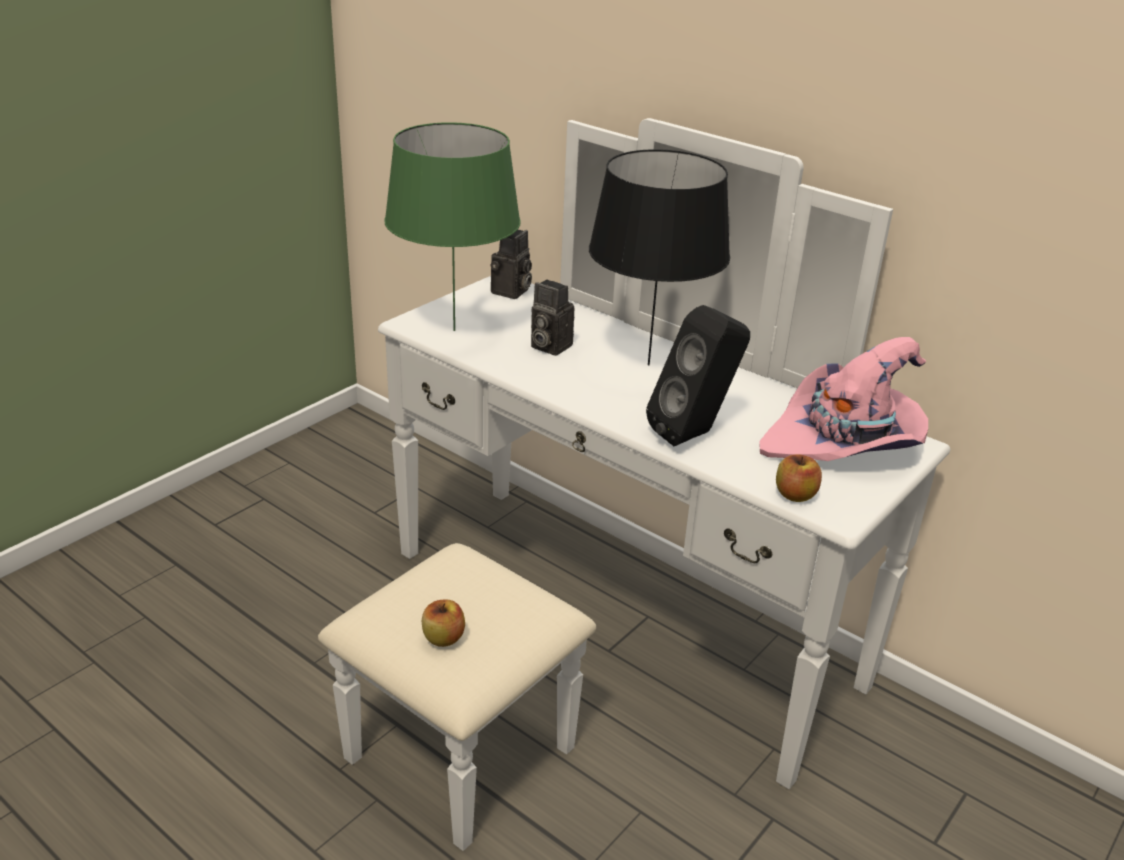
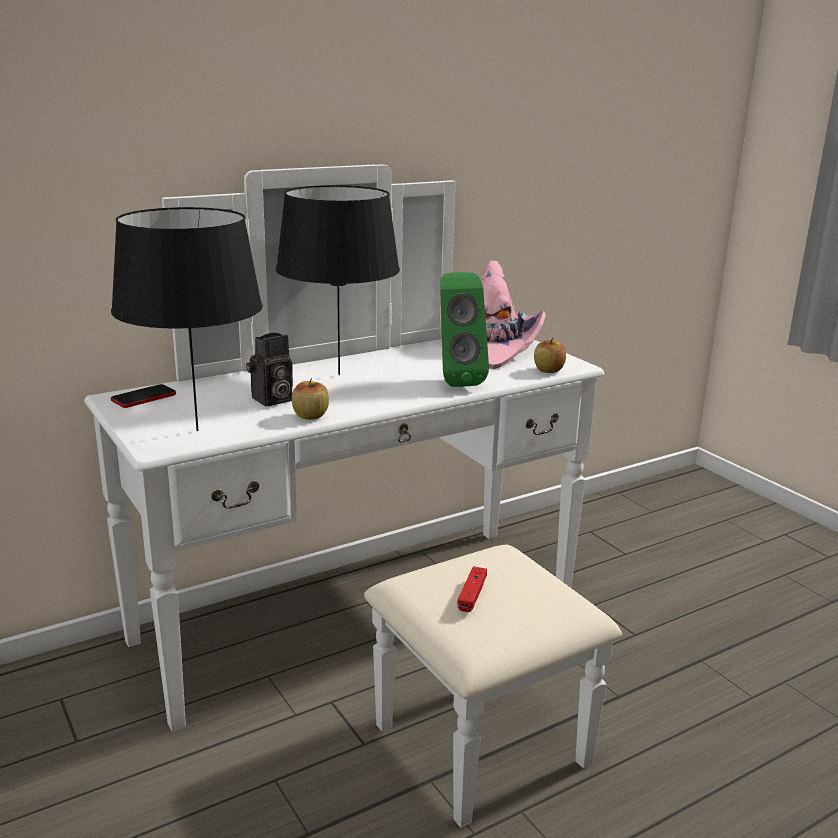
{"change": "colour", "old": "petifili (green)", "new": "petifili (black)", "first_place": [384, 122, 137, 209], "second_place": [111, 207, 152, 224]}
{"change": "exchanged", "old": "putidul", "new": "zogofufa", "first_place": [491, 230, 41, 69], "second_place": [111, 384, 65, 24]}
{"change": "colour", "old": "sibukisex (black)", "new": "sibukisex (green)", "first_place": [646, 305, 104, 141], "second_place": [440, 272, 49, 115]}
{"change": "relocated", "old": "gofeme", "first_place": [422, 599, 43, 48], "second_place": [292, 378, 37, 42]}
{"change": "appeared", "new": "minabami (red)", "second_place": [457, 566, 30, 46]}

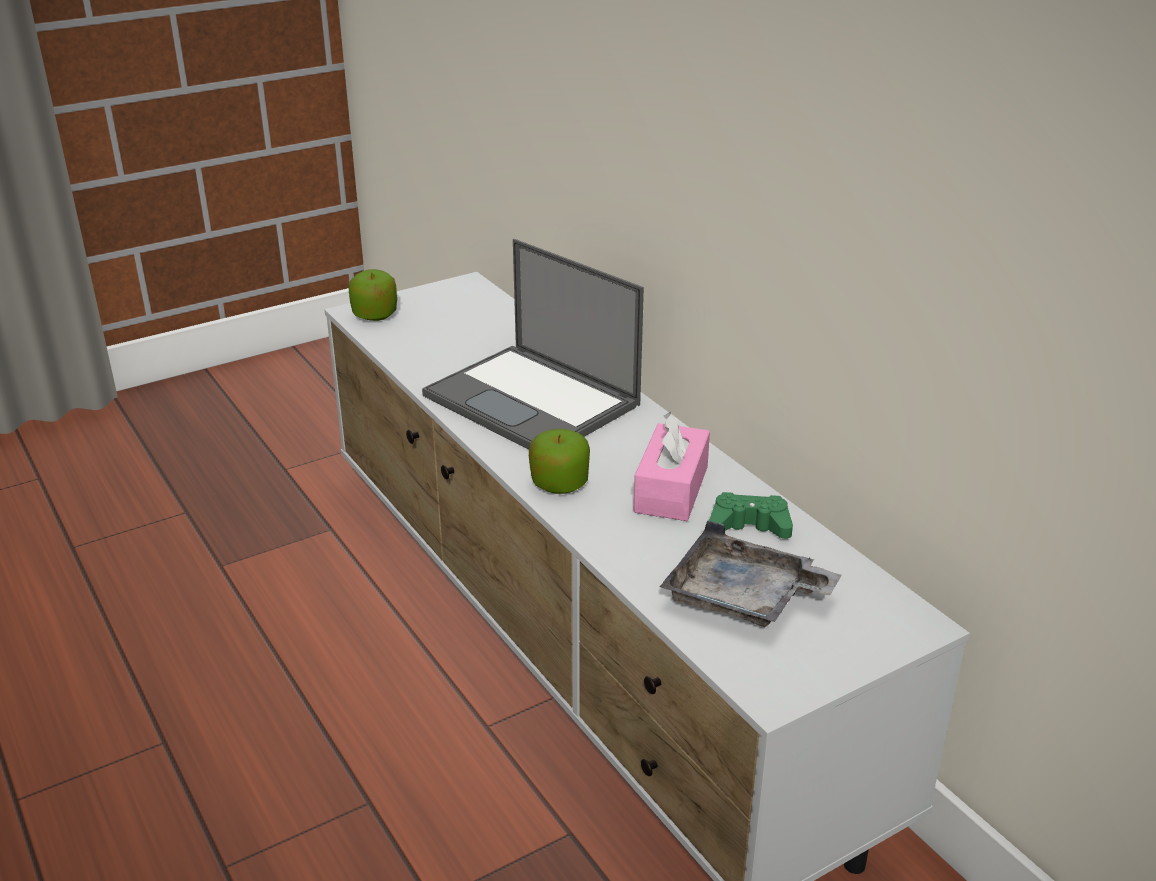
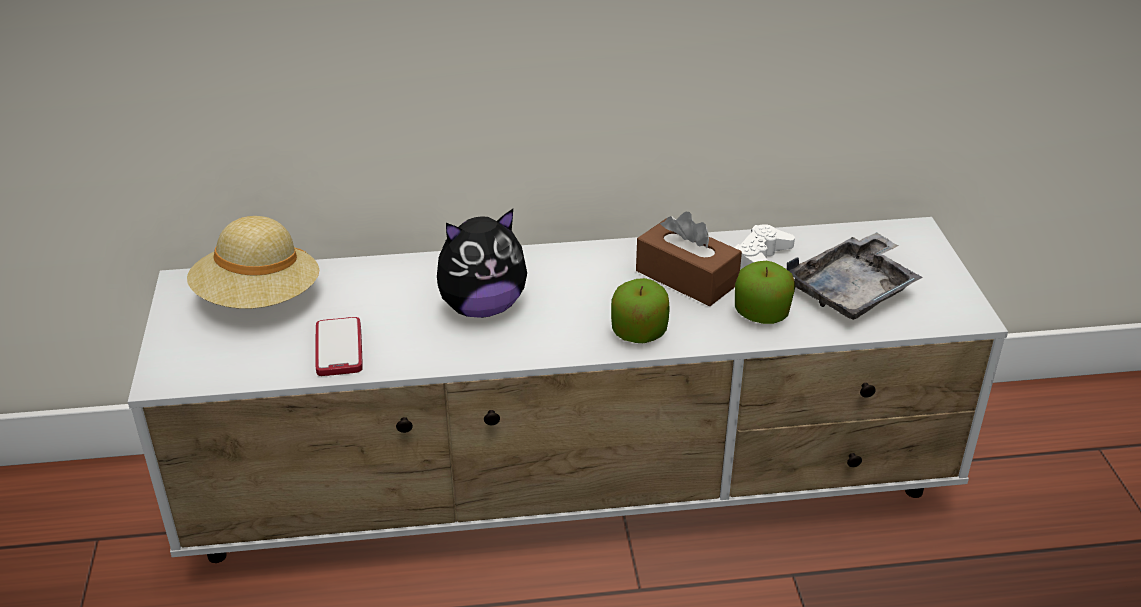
{"change": "exchanged", "old": "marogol", "new": "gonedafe", "first_place": [422, 239, 222, 211], "second_place": [437, 209, 90, 109]}
{"change": "relocated", "old": "gofeme", "first_place": [349, 269, 48, 52], "second_place": [735, 261, 60, 63]}
{"change": "colour", "old": "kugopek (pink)", "new": "kugopek (brown)", "first_place": [633, 412, 77, 109], "second_place": [636, 212, 106, 94]}
{"change": "colour", "old": "minabami (green)", "new": "minabami (white)", "first_place": [710, 492, 83, 47], "second_place": [735, 224, 60, 46]}
{"change": "appeared", "new": "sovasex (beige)", "second_place": [187, 216, 132, 93]}
{"change": "appeared", "new": "zogofufa", "second_place": [315, 317, 48, 59]}

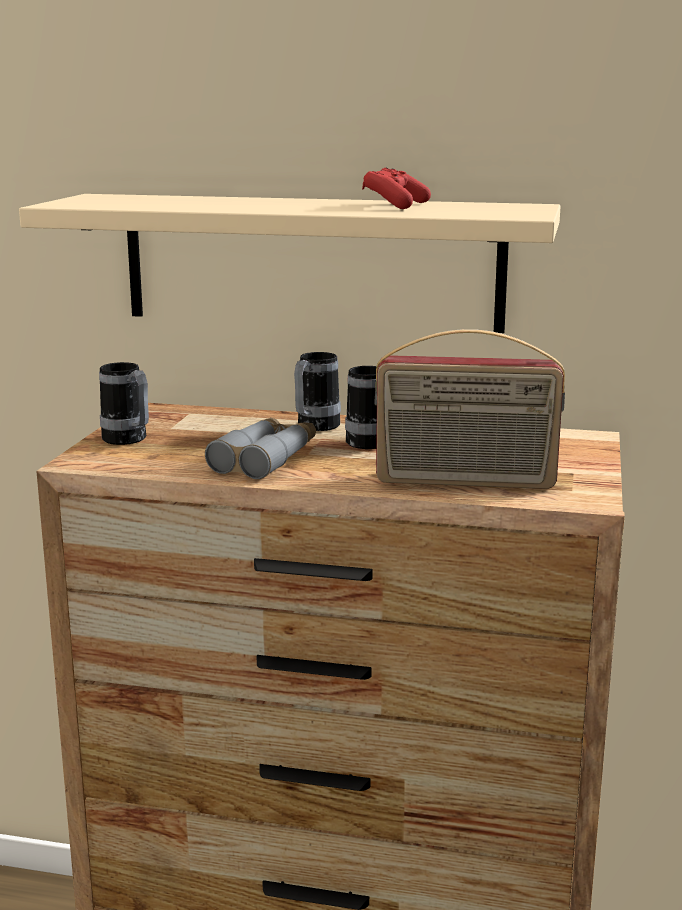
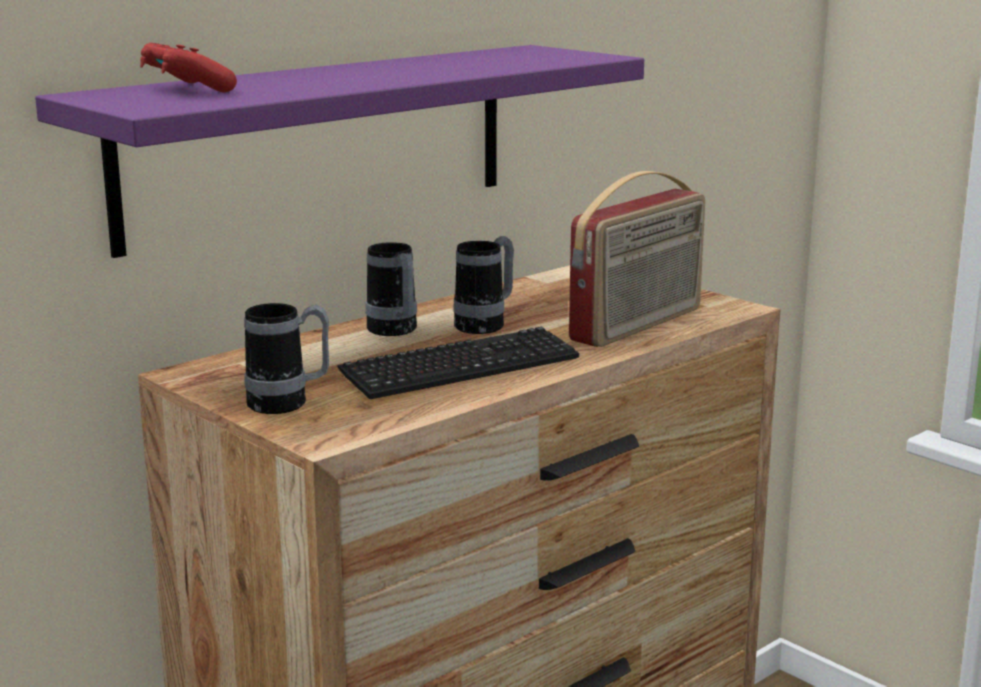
{"change": "relocated", "old": "minabami (red)", "first_place": [362, 168, 69, 41], "second_place": [140, 43, 97, 49]}
{"change": "colour", "old": "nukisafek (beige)", "new": "nukisafek (purple)", "first_place": [19, 194, 542, 139], "second_place": [35, 45, 609, 213]}
{"change": "exchanged", "old": "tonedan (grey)", "new": "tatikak", "first_place": [205, 418, 111, 62], "second_place": [337, 327, 242, 72]}

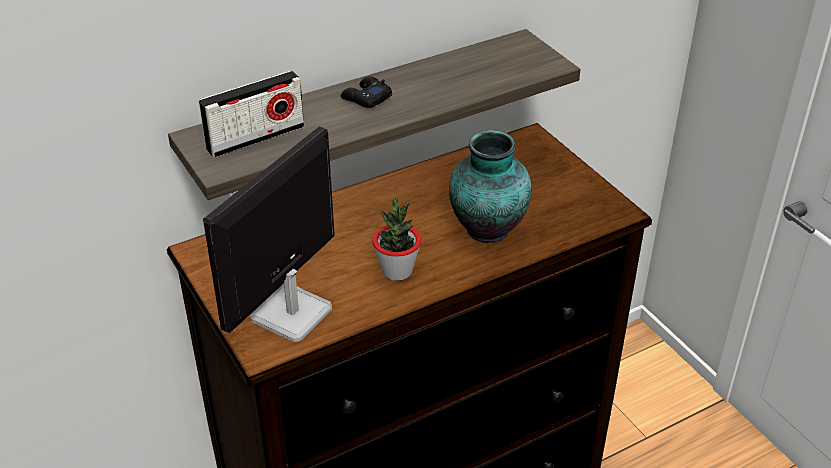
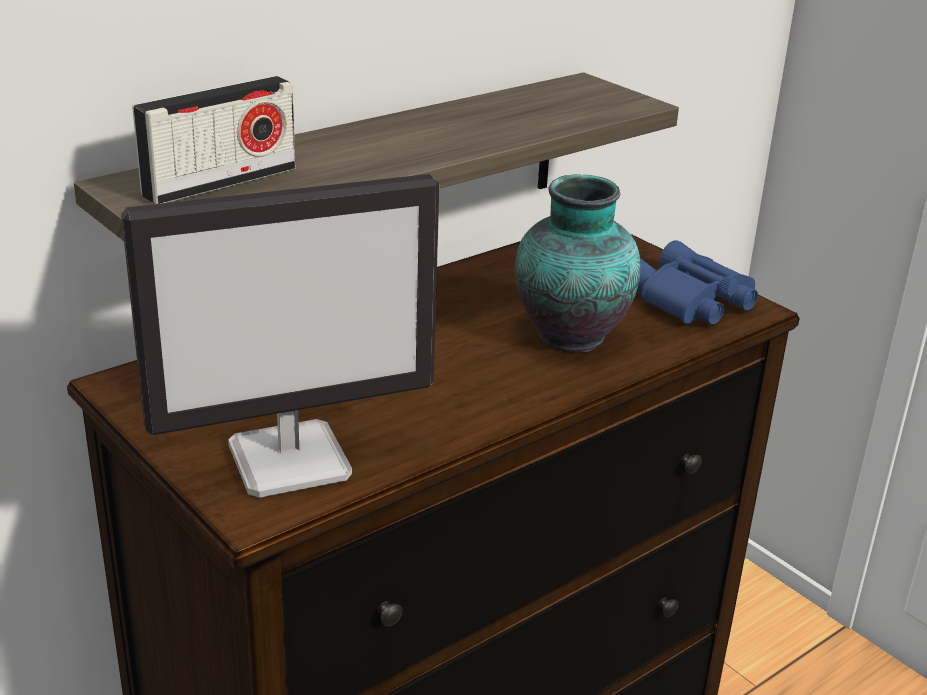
{"change": "missing", "old": "minabami (black)", "first_place": [341, 76, 51, 32]}
{"change": "spun", "old": "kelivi", "first_place": [203, 126, 132, 216], "second_place": [121, 174, 319, 324], "degrees": -135}
{"change": "missing", "old": "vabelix", "first_place": [372, 198, 50, 83]}
{"change": "appeared", "new": "tonedan (blue)", "second_place": [636, 240, 122, 84]}

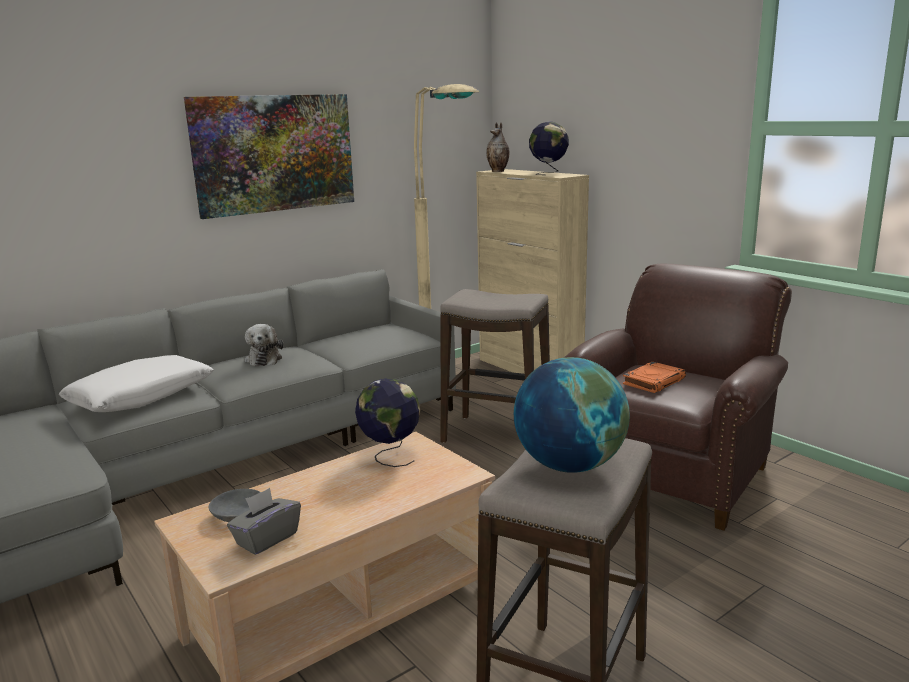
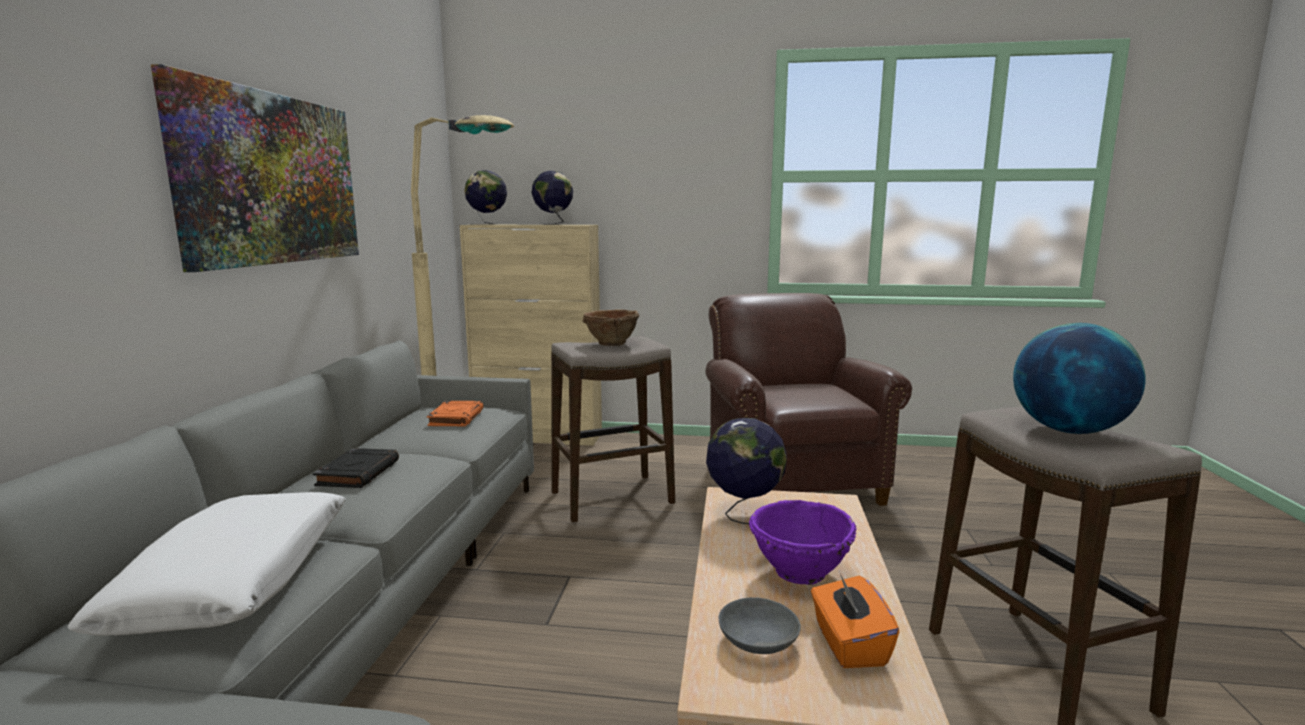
{"change": "exchanged", "old": "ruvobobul", "new": "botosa", "first_place": [486, 122, 23, 50], "second_place": [464, 170, 43, 55]}
{"change": "exchanged", "old": "gonedafe", "new": "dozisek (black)", "first_place": [245, 324, 38, 42], "second_place": [313, 448, 86, 40]}
{"change": "relocated", "old": "dozisek (orange)", "first_place": [623, 361, 63, 32], "second_place": [427, 401, 57, 25]}
{"change": "colour", "old": "kugopek (grey)", "new": "kugopek (orange)", "first_place": [227, 488, 74, 67], "second_place": [811, 571, 88, 97]}
{"change": "appeared", "new": "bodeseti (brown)", "second_place": [582, 310, 57, 36]}
{"change": "appeared", "new": "bodeseti (purple)", "second_place": [749, 500, 108, 85]}

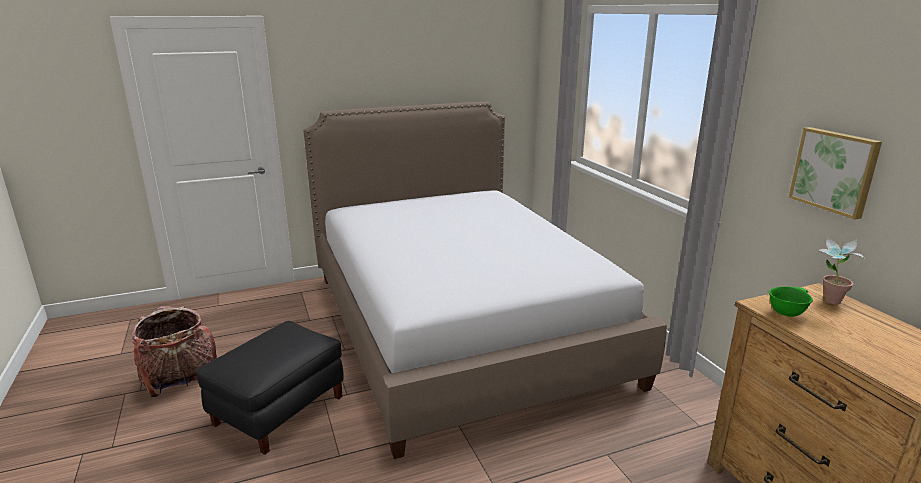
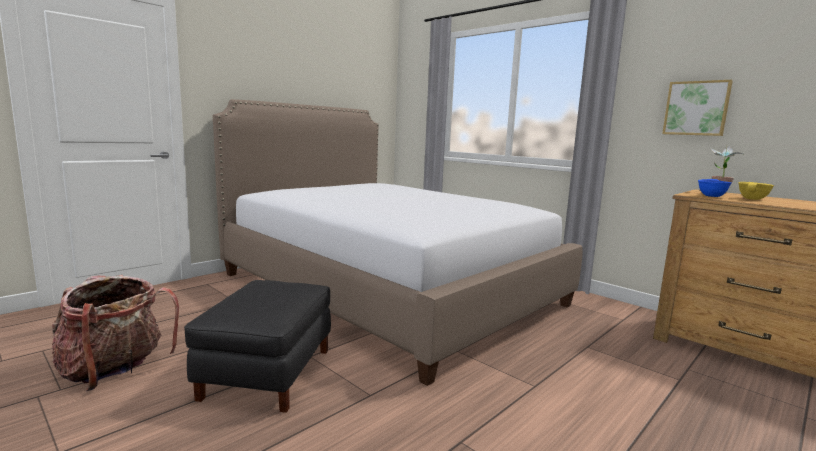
{"change": "colour", "old": "bodeseti (green)", "new": "bodeseti (blue)", "first_place": [769, 287, 44, 30], "second_place": [698, 179, 34, 18]}
{"change": "appeared", "new": "bodeseti (yellow)", "second_place": [738, 182, 36, 18]}

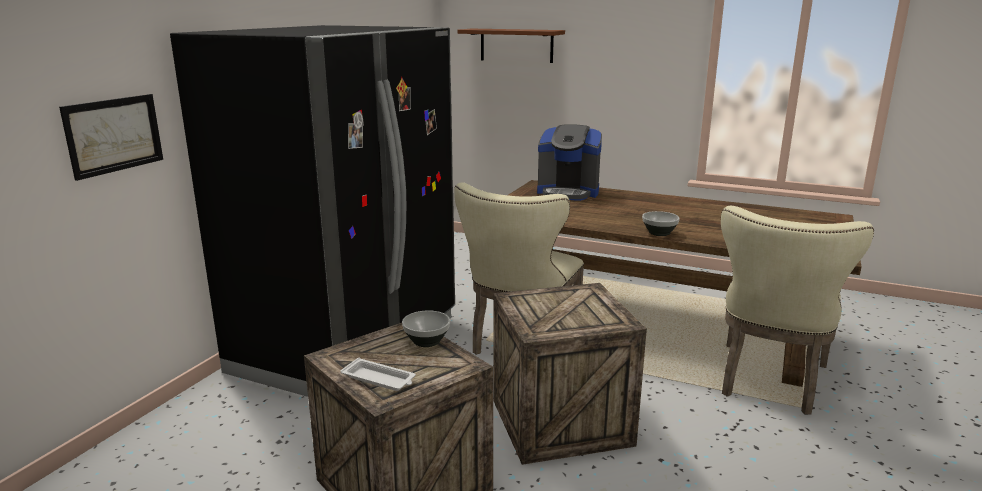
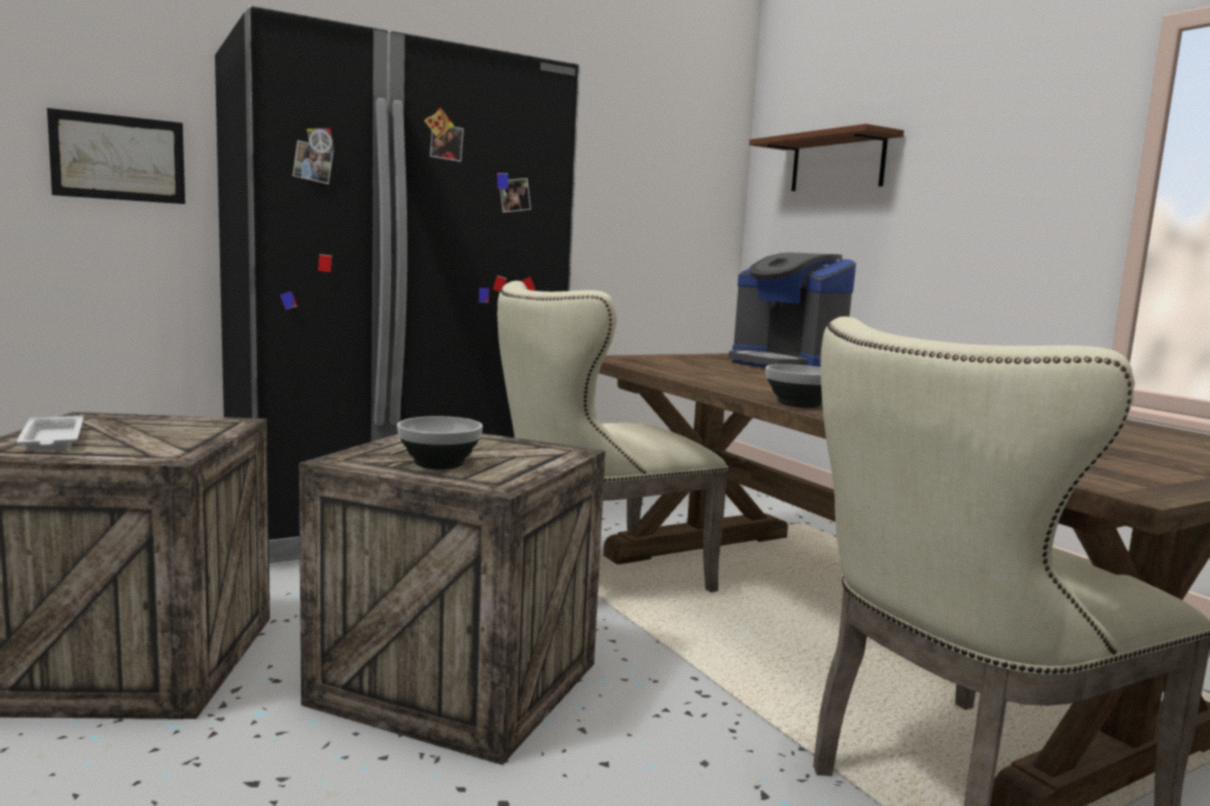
{"change": "relocated", "old": "bodeseti", "first_place": [402, 310, 48, 37], "second_place": [397, 416, 86, 53]}

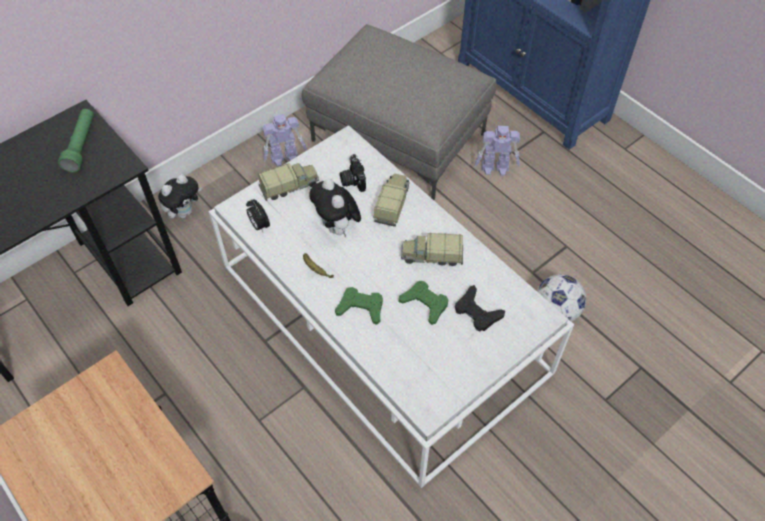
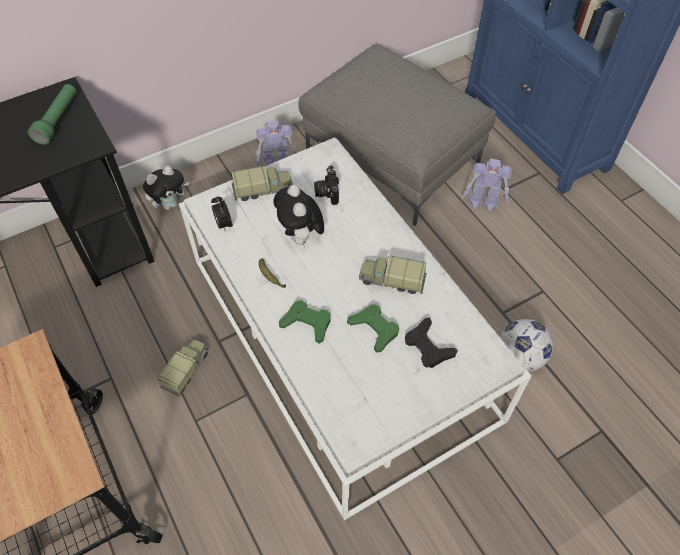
{"change": "relocated", "old": "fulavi", "first_place": [374, 174, 36, 53], "second_place": [157, 340, 51, 57]}

